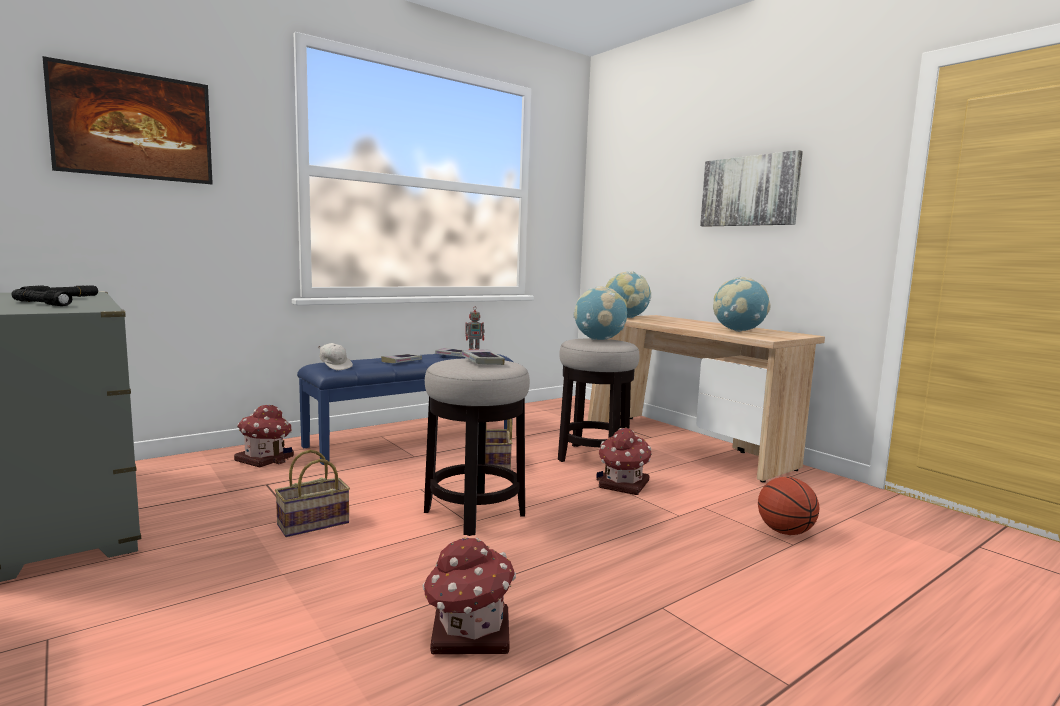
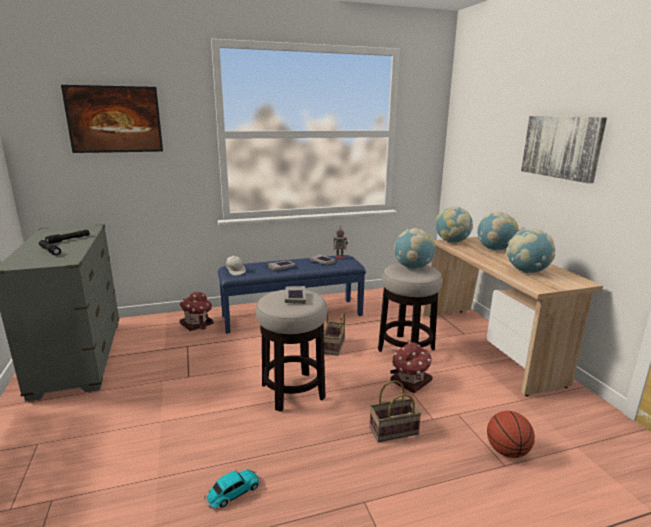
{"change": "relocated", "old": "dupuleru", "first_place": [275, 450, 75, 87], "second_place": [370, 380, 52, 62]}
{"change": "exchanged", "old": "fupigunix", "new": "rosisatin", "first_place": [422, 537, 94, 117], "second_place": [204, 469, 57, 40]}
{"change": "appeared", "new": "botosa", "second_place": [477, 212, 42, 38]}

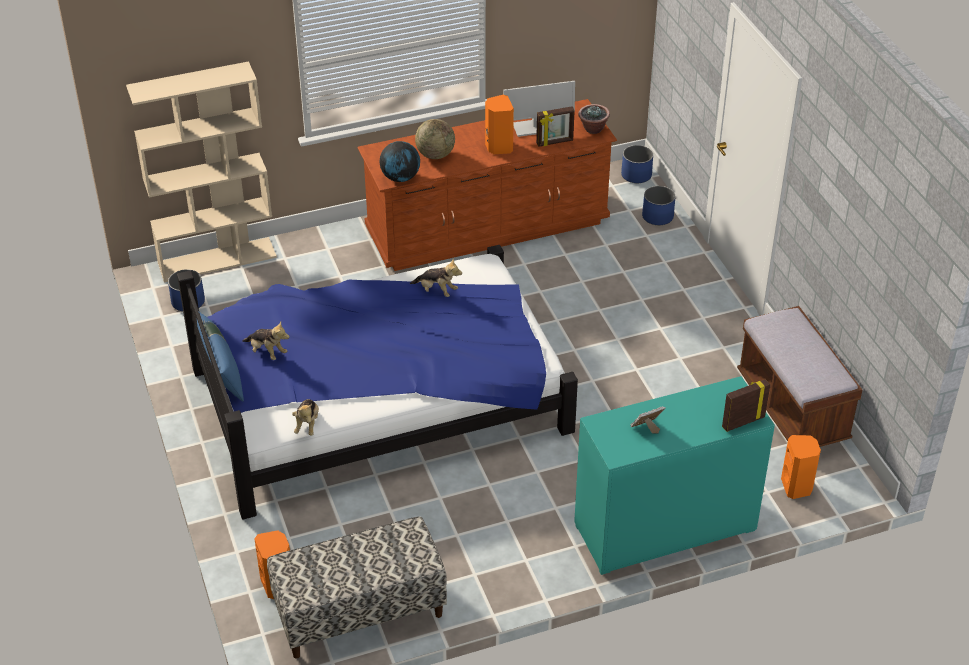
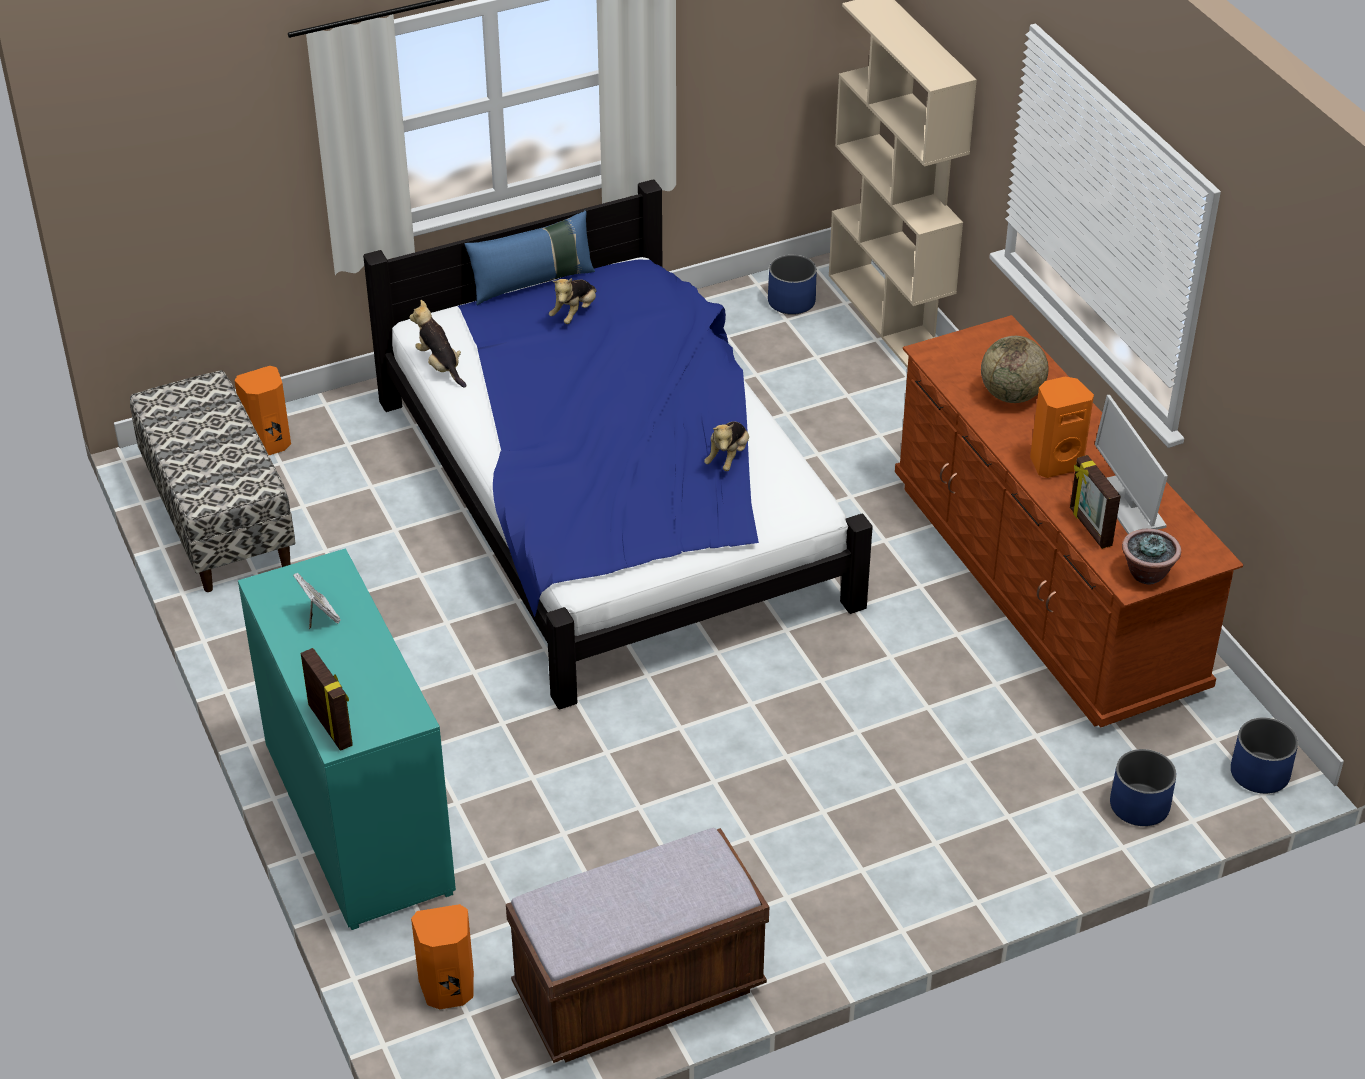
{"change": "missing", "old": "botosa", "first_place": [380, 141, 40, 41]}
{"change": "spun", "old": "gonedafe", "first_place": [292, 399, 27, 36], "second_place": [409, 300, 57, 88], "degrees": 60}

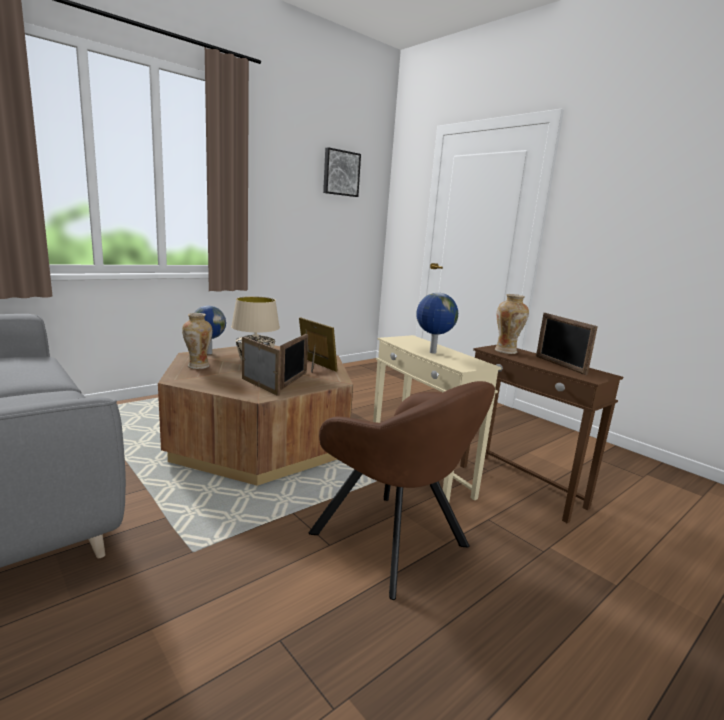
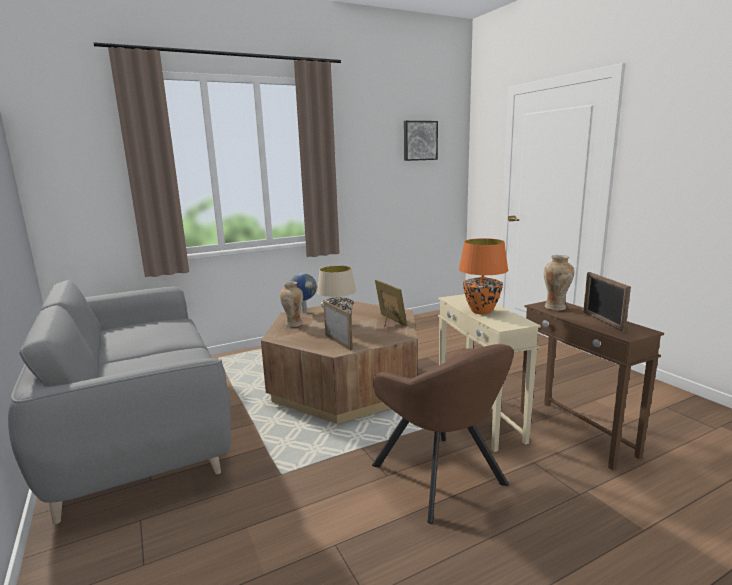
{"change": "exchanged", "old": "botosa", "new": "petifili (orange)", "first_place": [416, 293, 42, 61], "second_place": [459, 238, 49, 76]}
{"change": "missing", "old": "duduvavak", "first_place": [280, 334, 28, 56]}

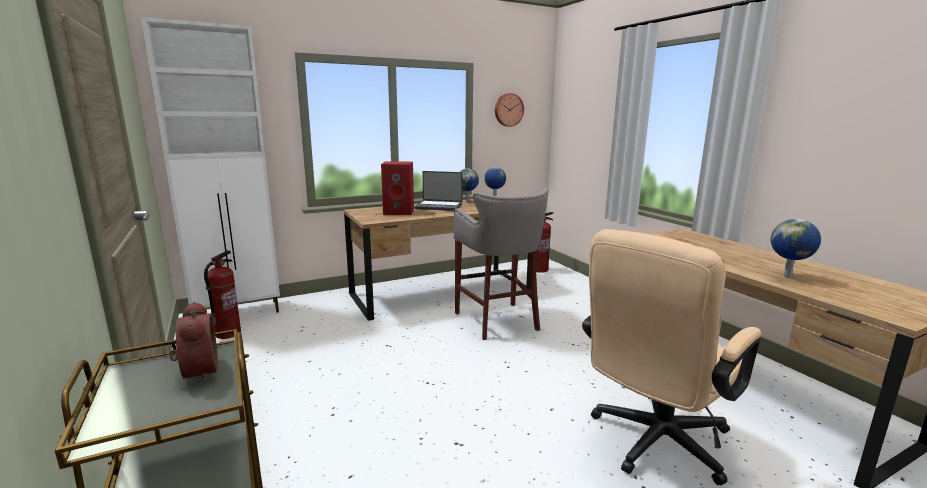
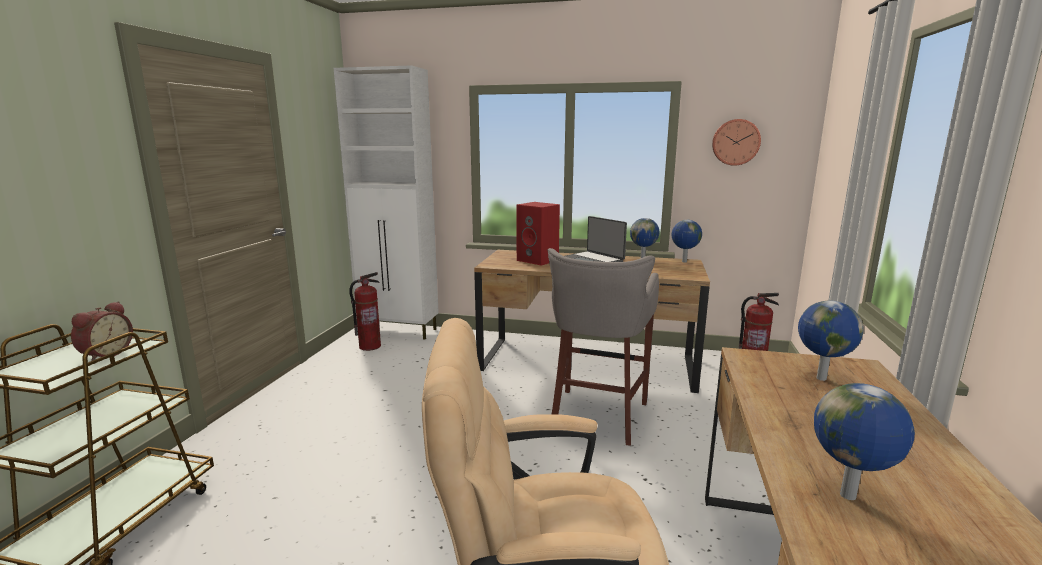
{"change": "appeared", "new": "botosa", "second_place": [798, 300, 66, 81]}

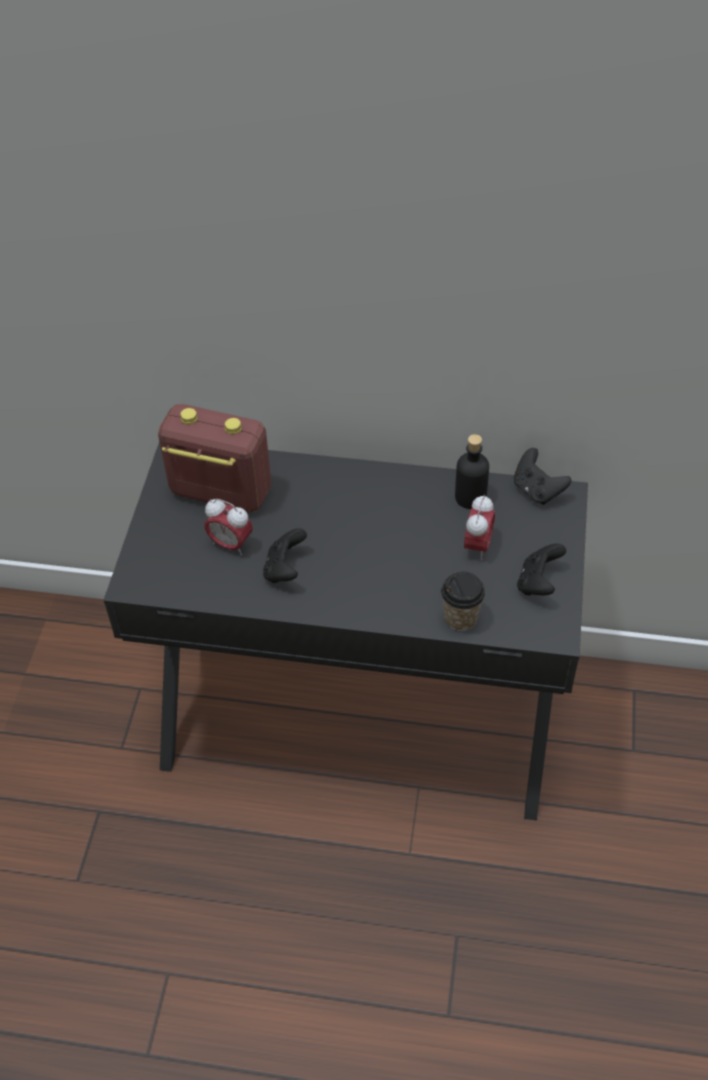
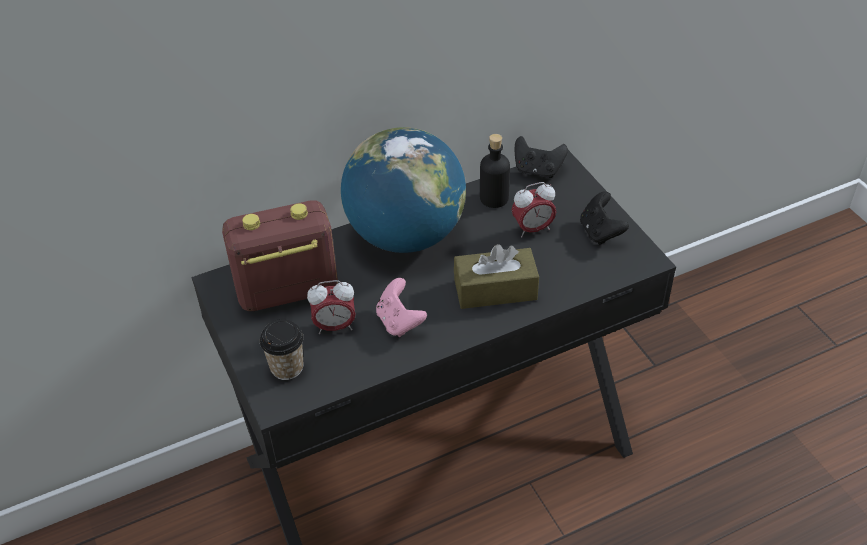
{"change": "spun", "old": "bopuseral", "first_place": [464, 494, 31, 66], "second_place": [512, 182, 44, 55], "degrees": 90}
{"change": "colour", "old": "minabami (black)", "new": "minabami (pink)", "first_place": [263, 528, 44, 55], "second_place": [376, 278, 51, 59]}
{"change": "relocated", "old": "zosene", "first_place": [441, 572, 44, 59], "second_place": [260, 319, 43, 61]}
{"change": "appeared", "new": "botosa", "second_place": [341, 127, 125, 126]}
{"change": "appeared", "new": "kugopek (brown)", "second_place": [454, 244, 85, 65]}

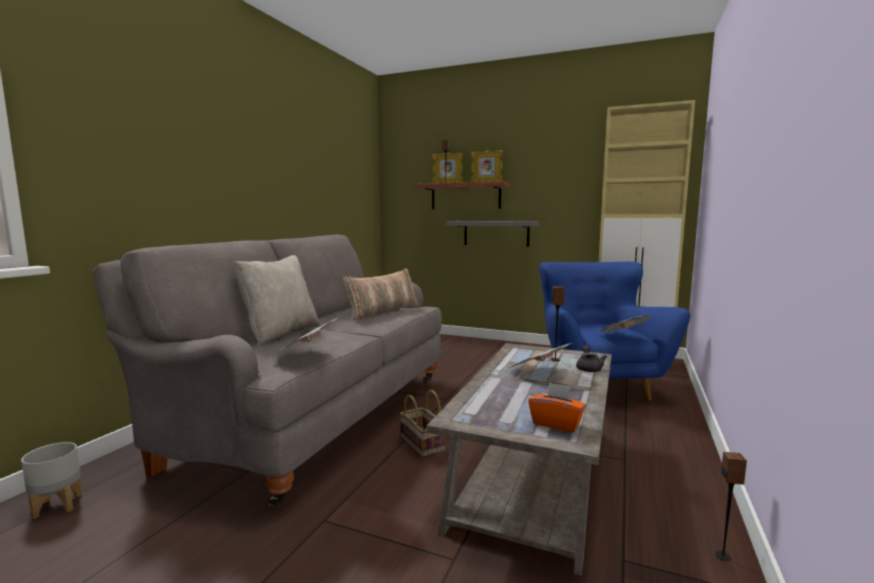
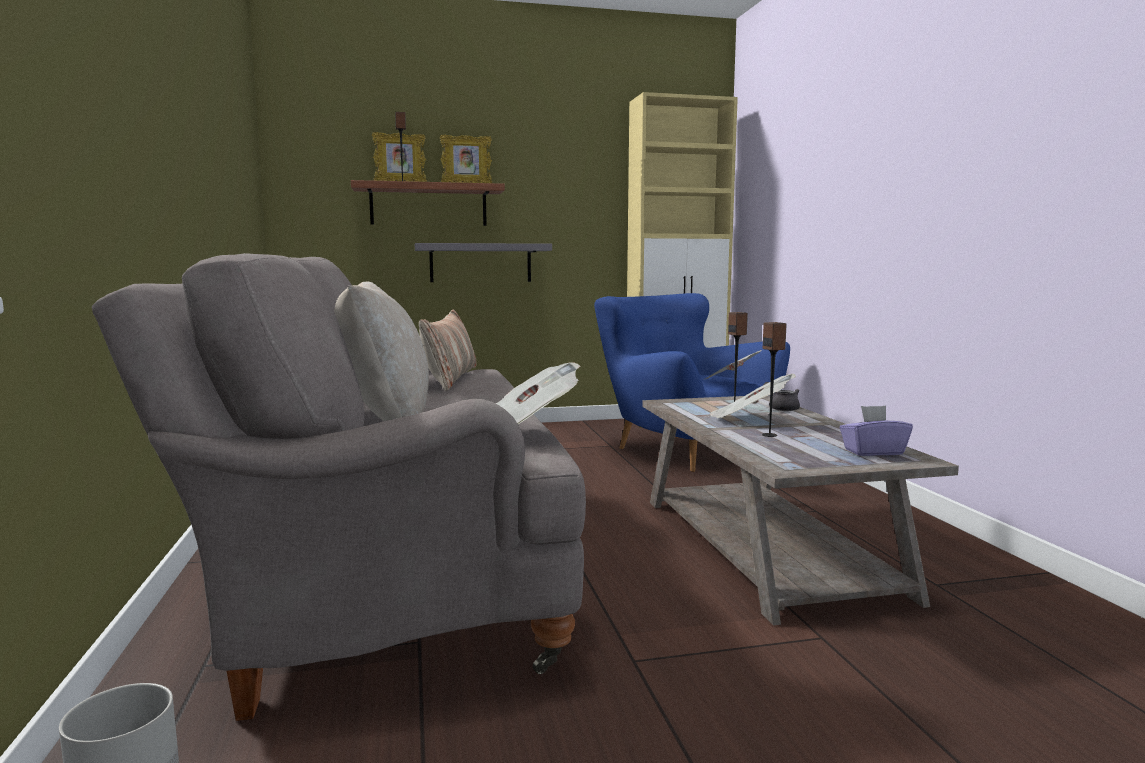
{"change": "colour", "old": "kugopek (orange)", "new": "kugopek (purple)", "first_place": [528, 382, 58, 50], "second_place": [840, 406, 73, 50]}
{"change": "missing", "old": "dupuleru", "first_place": [400, 390, 45, 68]}
{"change": "relocated", "old": "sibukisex", "first_place": [715, 452, 32, 109], "second_place": [762, 322, 25, 115]}

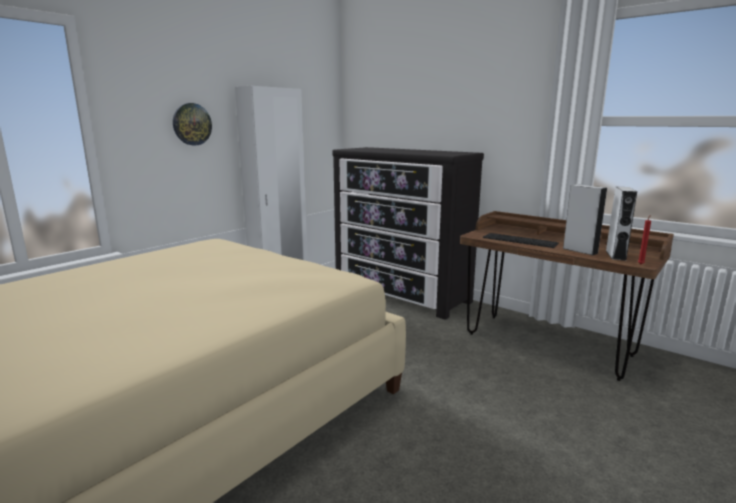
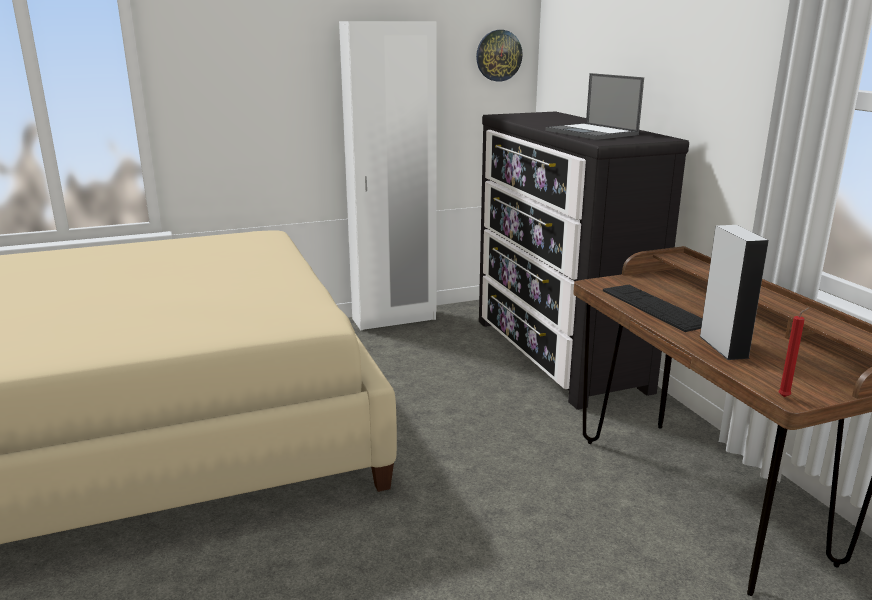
{"change": "relocated", "old": "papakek", "first_place": [173, 103, 39, 42], "second_place": [476, 30, 47, 52]}
{"change": "missing", "old": "sibukisex (grey)", "first_place": [606, 187, 31, 74]}
{"change": "appeared", "new": "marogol", "second_place": [545, 73, 99, 67]}

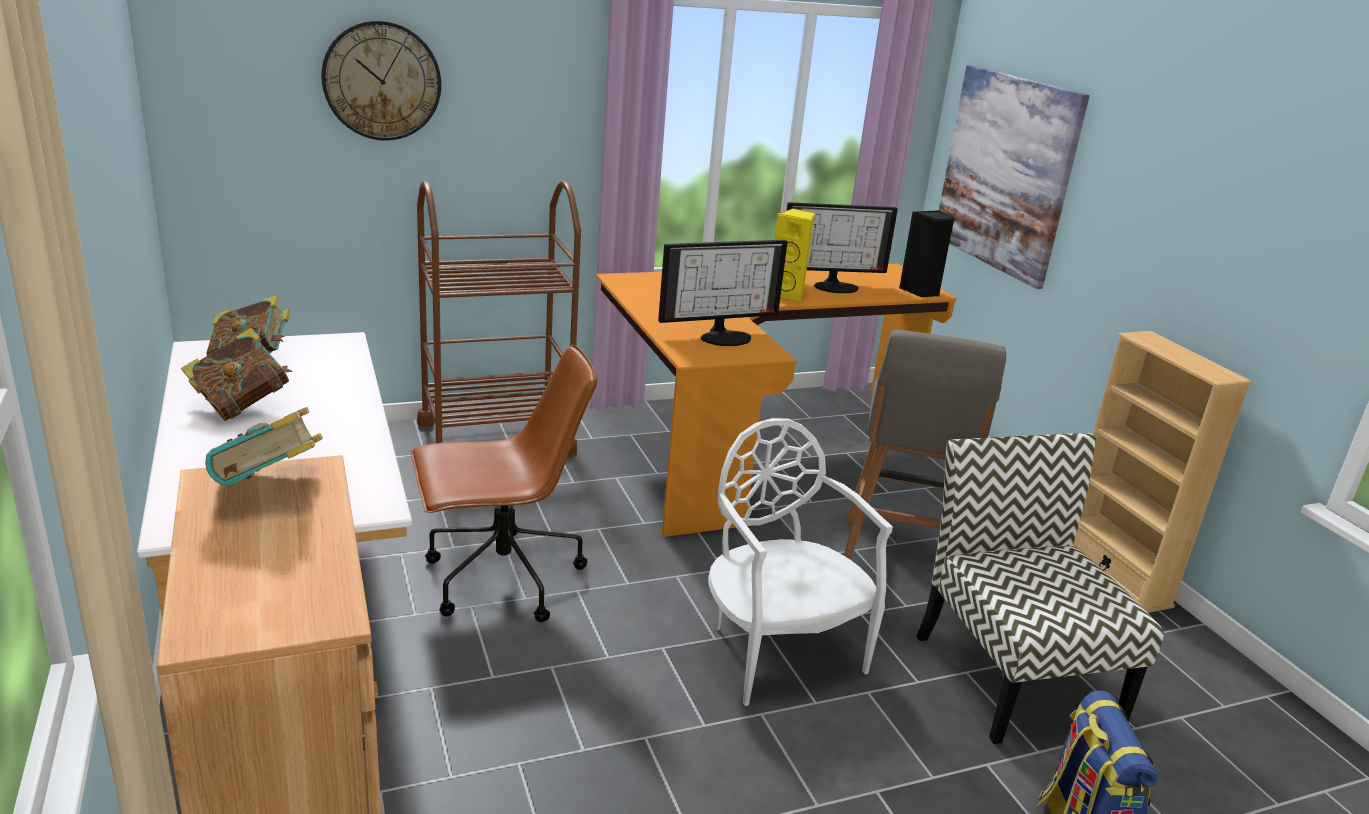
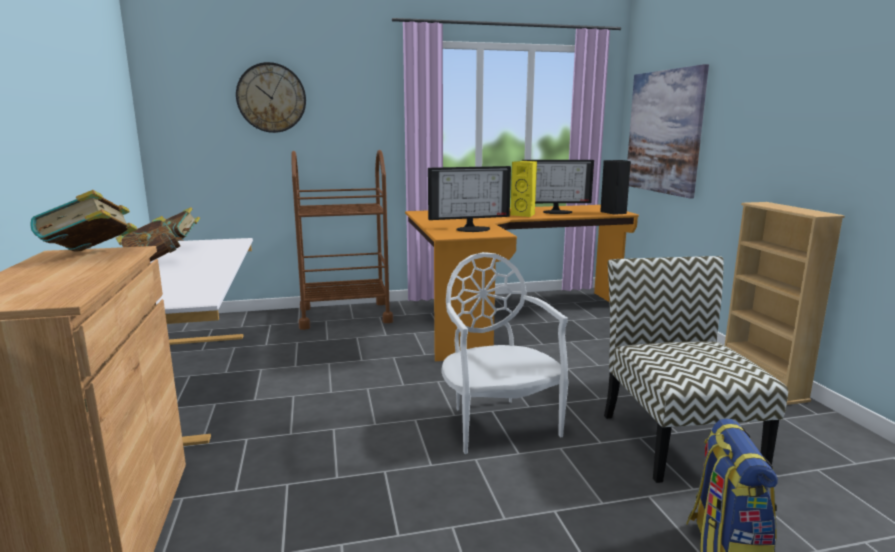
{"change": "missing", "old": "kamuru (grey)", "first_place": [844, 330, 162, 230]}
{"change": "missing", "old": "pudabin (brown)", "first_place": [411, 345, 186, 277]}

